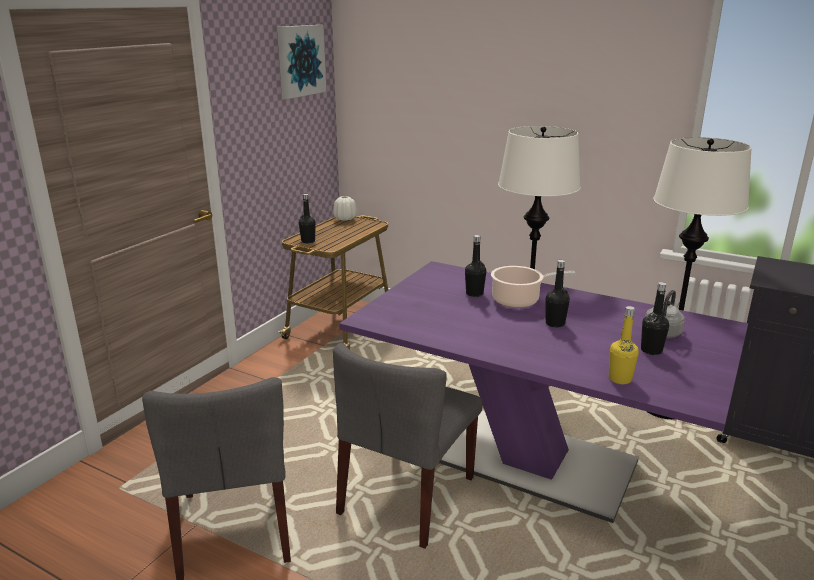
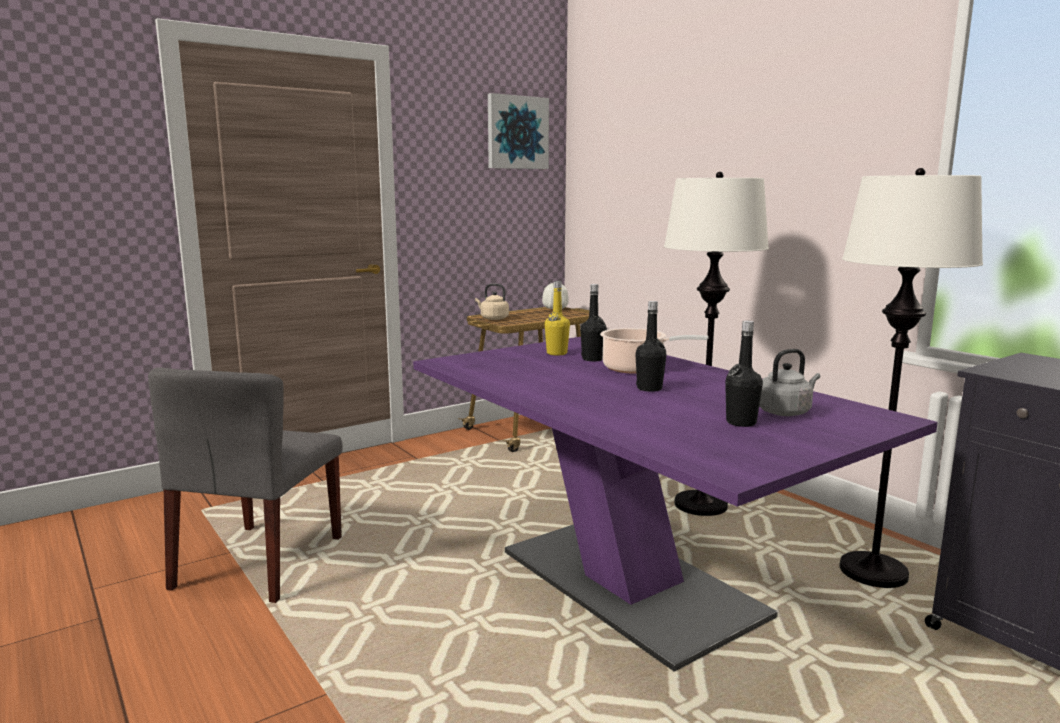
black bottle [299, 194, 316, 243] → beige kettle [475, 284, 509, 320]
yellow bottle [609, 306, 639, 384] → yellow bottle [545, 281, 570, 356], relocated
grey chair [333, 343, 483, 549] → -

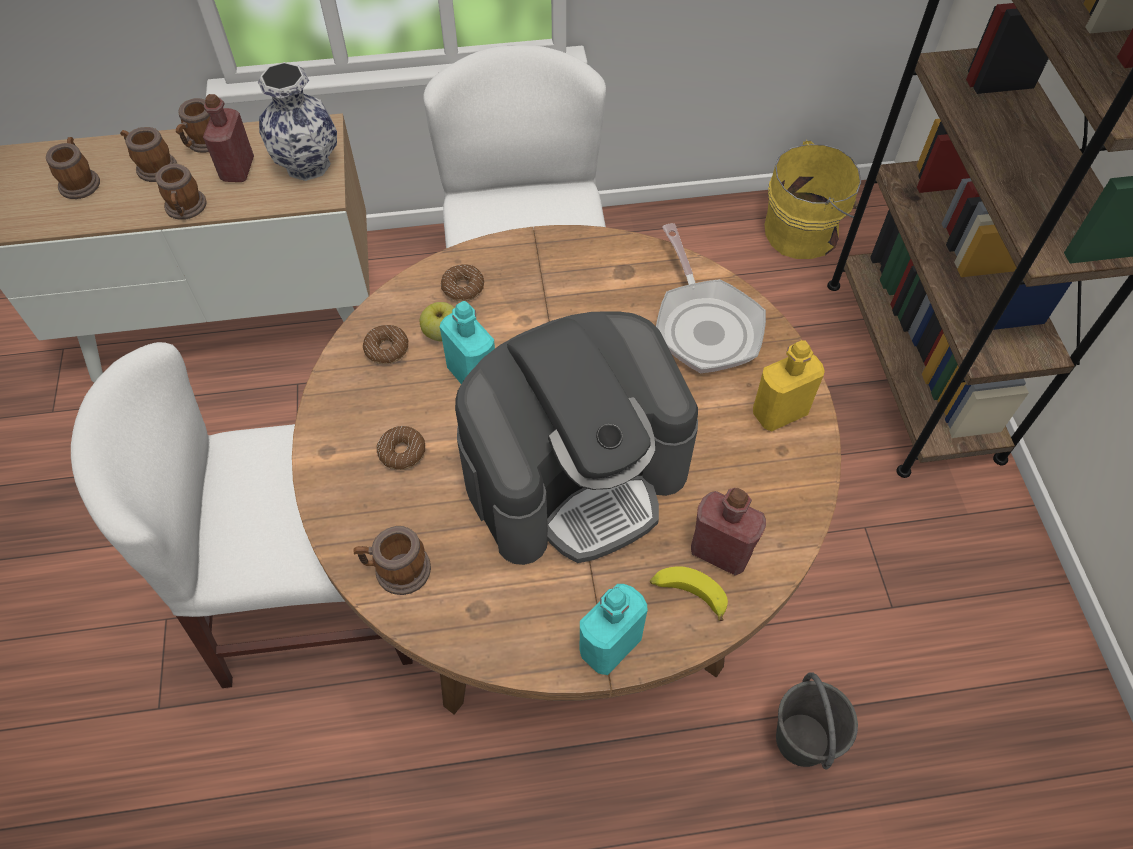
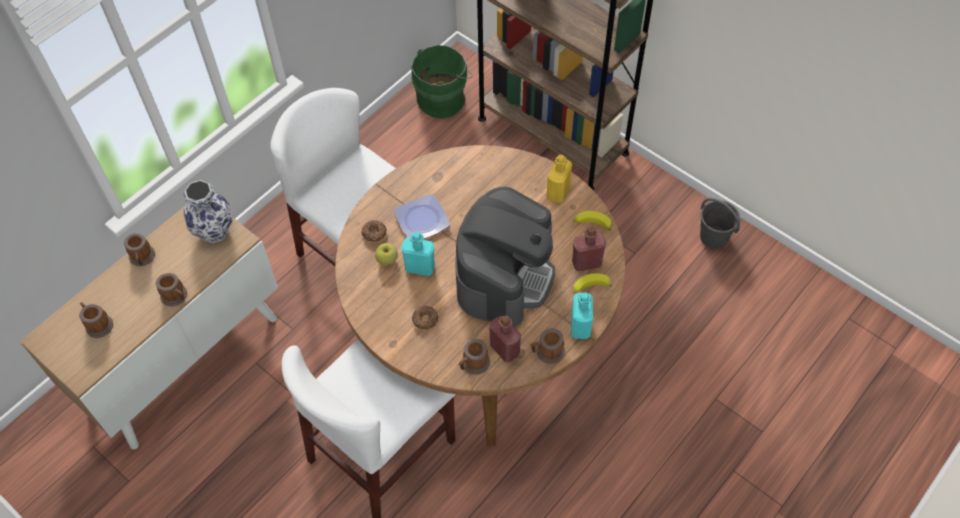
red bottle [203, 94, 254, 182] → red bottle [489, 316, 521, 362], relocated
mug [120, 127, 177, 182] → mug [530, 328, 565, 364], relocated
yellow bucket [764, 140, 861, 259] → green bucket [411, 45, 473, 119]
frying pan [656, 223, 766, 373] → -
donut [363, 325, 409, 364] → -
grey bucket [776, 673, 858, 769] → grey bucket [700, 198, 740, 249], relocated
- → plate [394, 194, 450, 239]
- → banana [574, 211, 611, 230]

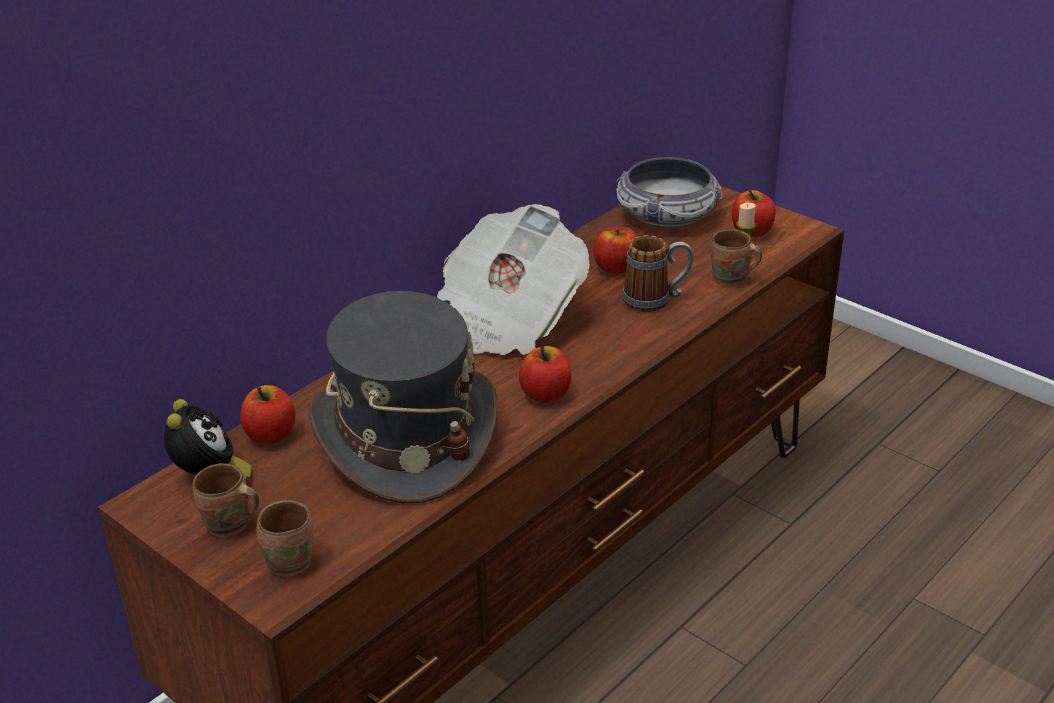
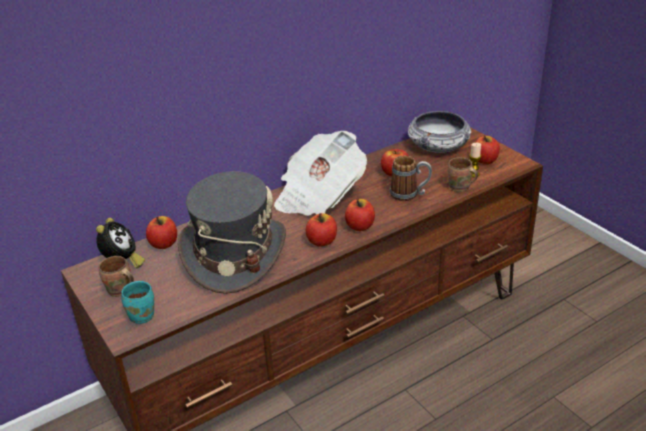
brown mug [256, 500, 314, 576] → turquoise mug [121, 281, 154, 324]
- → apple [345, 199, 375, 231]

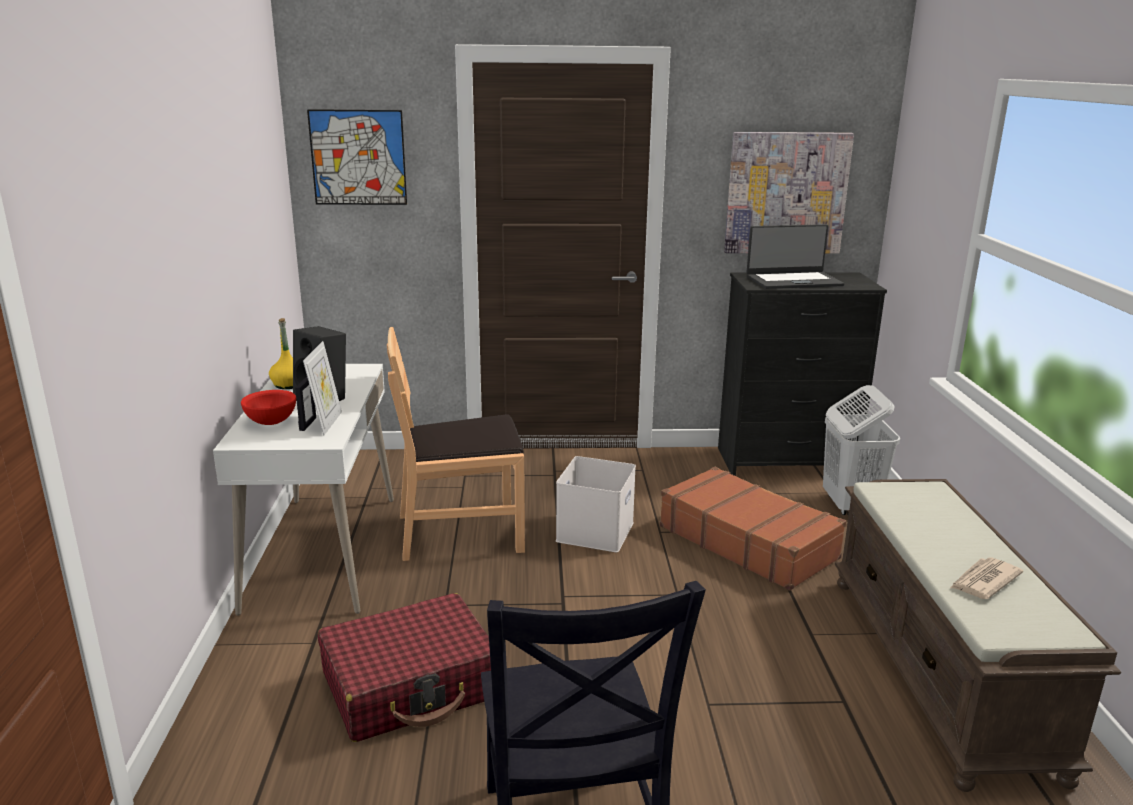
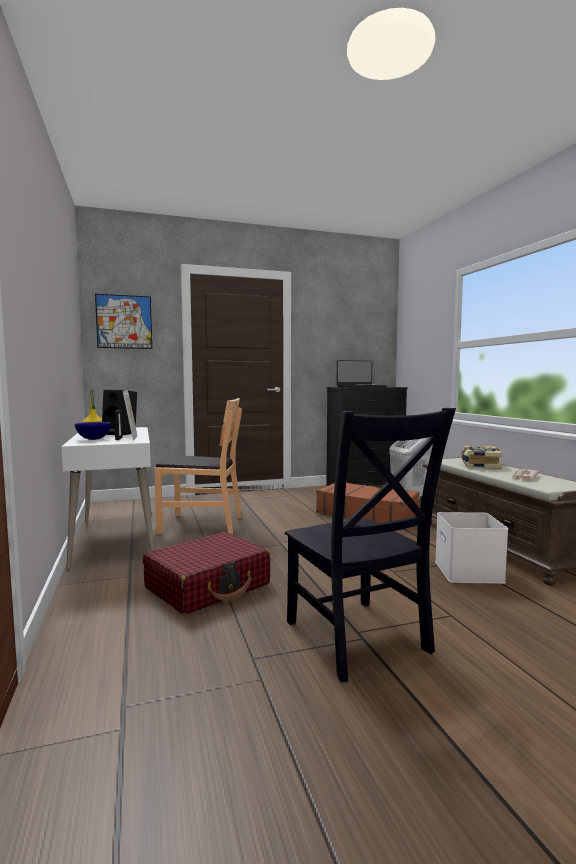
picture [724, 132, 854, 253] → -
brown chair [387, 327, 525, 561] → brown chair [154, 398, 242, 534], 150 degrees counterclockwise
red bowl [241, 390, 296, 425] → blue bowl [75, 422, 111, 440]
white storage box [556, 456, 636, 552] → white storage box [435, 512, 508, 584], relocated
- → book [461, 445, 502, 469]

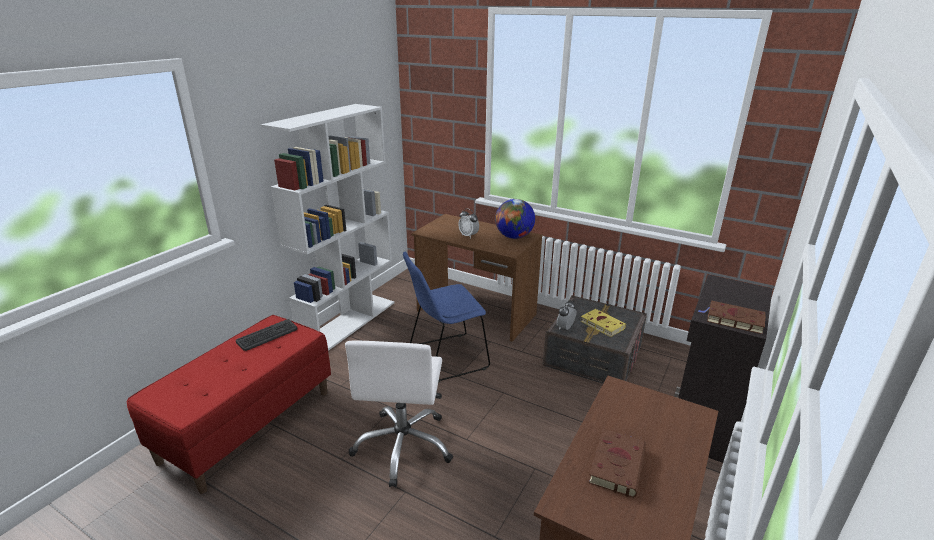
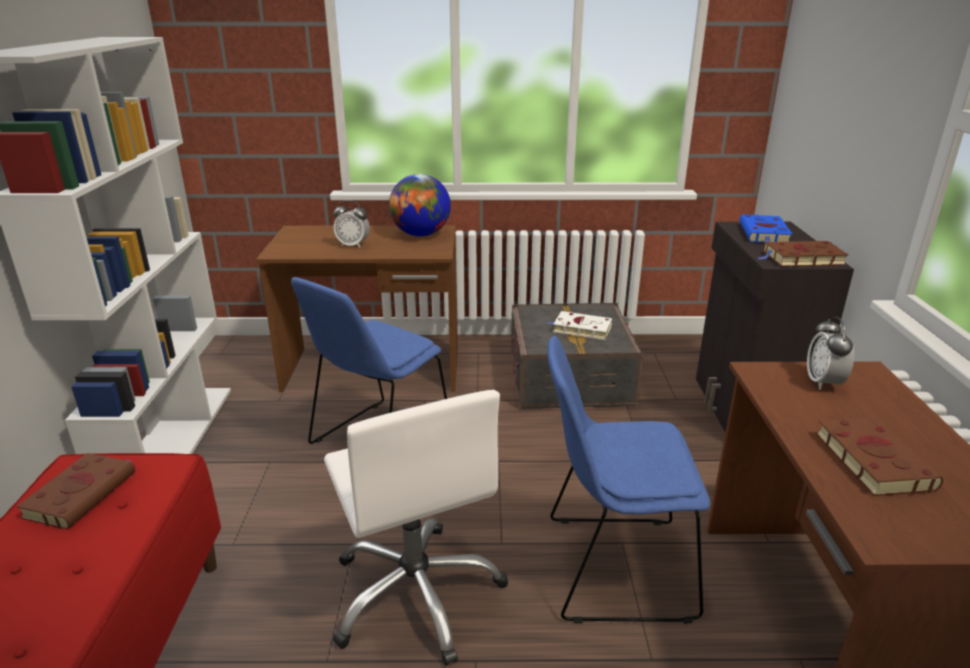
alarm clock [557, 300, 576, 330] → alarm clock [807, 316, 854, 390], relocated
yellow book [581, 309, 626, 337] → white book [547, 311, 612, 340]
keyboard [236, 319, 298, 351] → brown book [16, 453, 135, 529]
- → blue book [739, 214, 793, 243]
- → blue chair [547, 336, 710, 624]

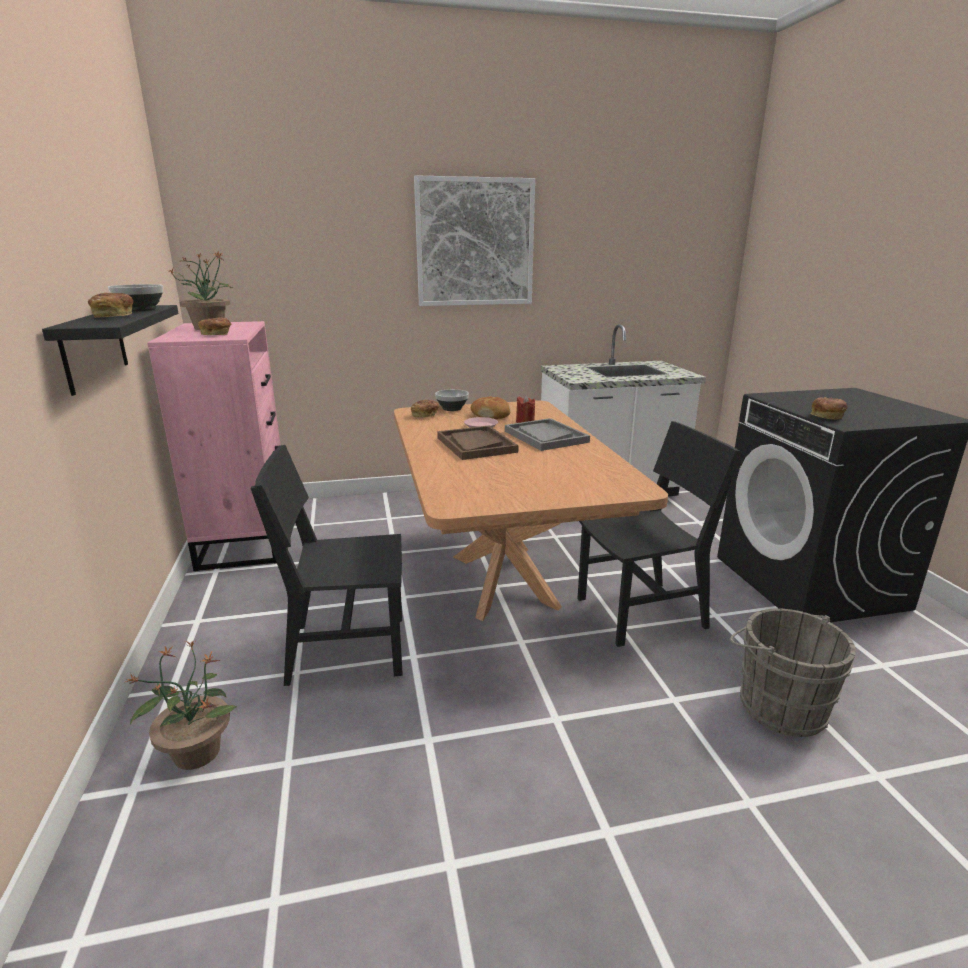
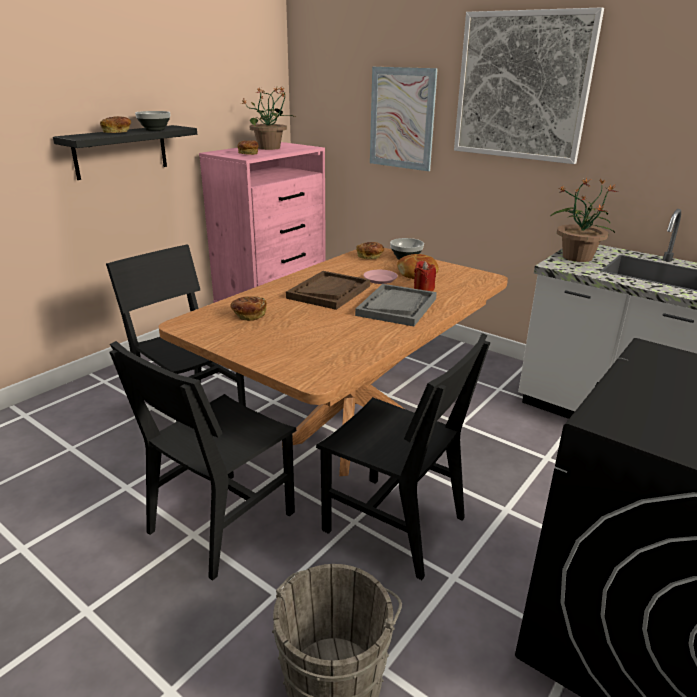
bread [811, 397, 847, 420] → bread [230, 296, 267, 321], relocated
potted plant [124, 641, 237, 770] → potted plant [550, 178, 618, 262], relocated
- → picture [370, 67, 438, 171]
- → black chair [110, 341, 297, 581]

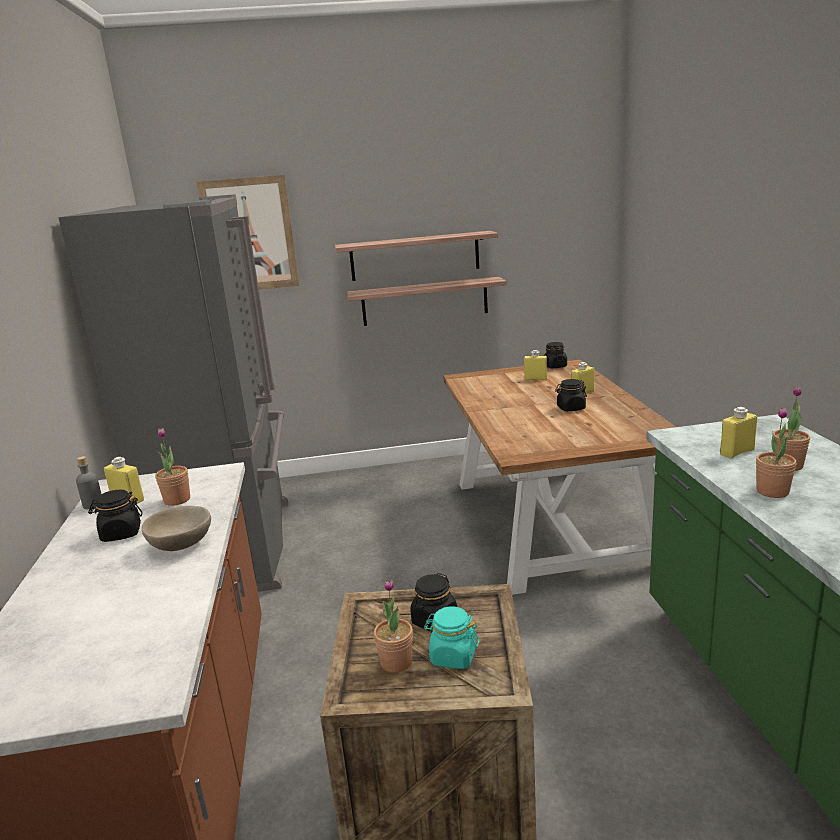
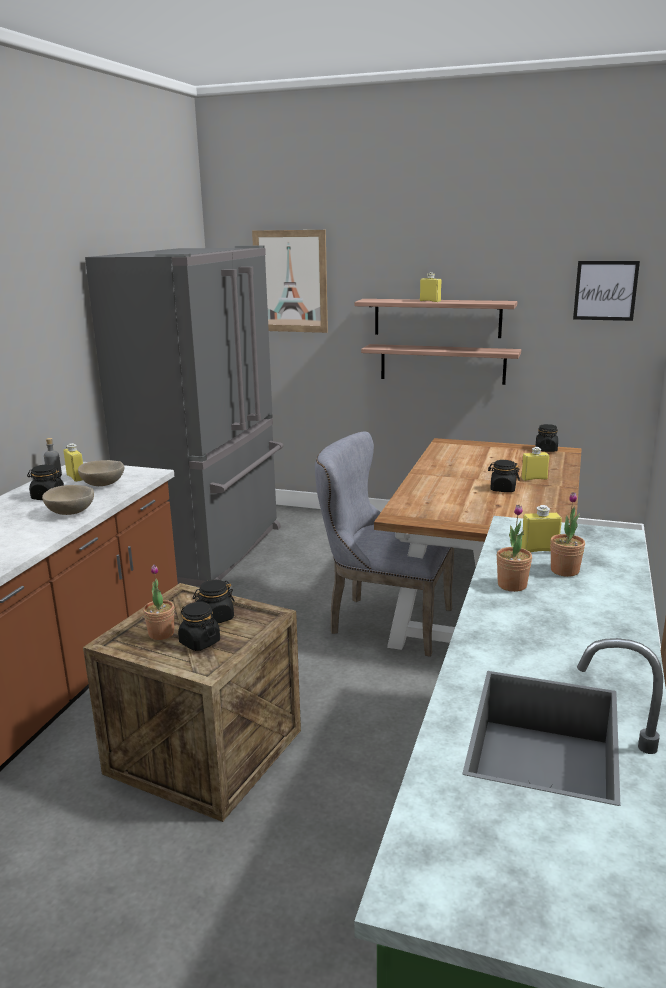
yellow bottle [524, 350, 547, 380] → yellow bottle [420, 273, 441, 302], relocated
potted plant [155, 428, 190, 506] → beige bowl [78, 460, 124, 486]
turquoise jar [424, 606, 479, 669] → black jar [178, 602, 220, 651]
- → picture [573, 261, 640, 321]
- → grey chair [315, 432, 454, 657]

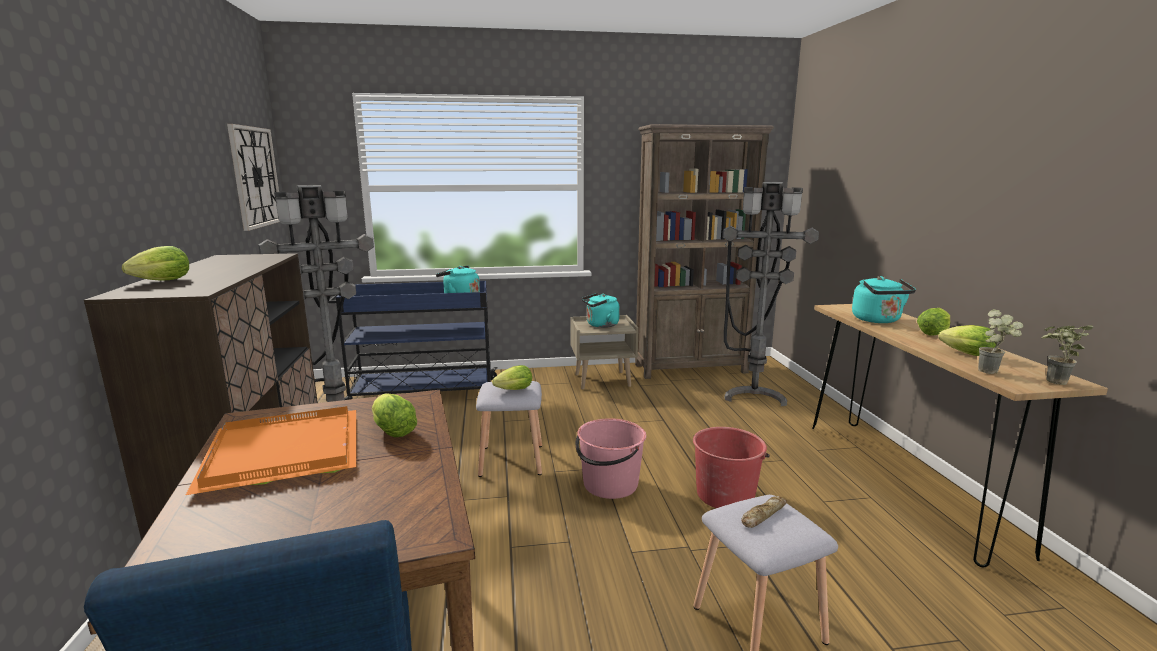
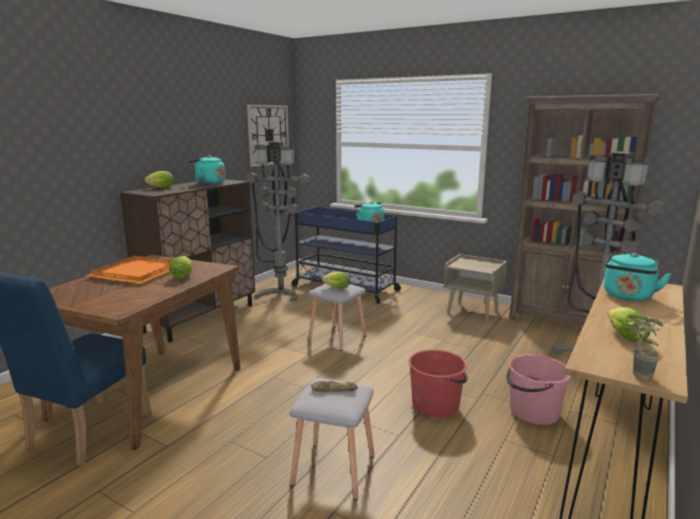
turquoise kettle [581, 293, 620, 328] → turquoise kettle [188, 155, 225, 185], relocated
lettuce [917, 308, 950, 336] → -
potted plant [978, 309, 1023, 374] → -
pink bucket [575, 418, 646, 499] → pink bucket [506, 354, 571, 425], relocated

